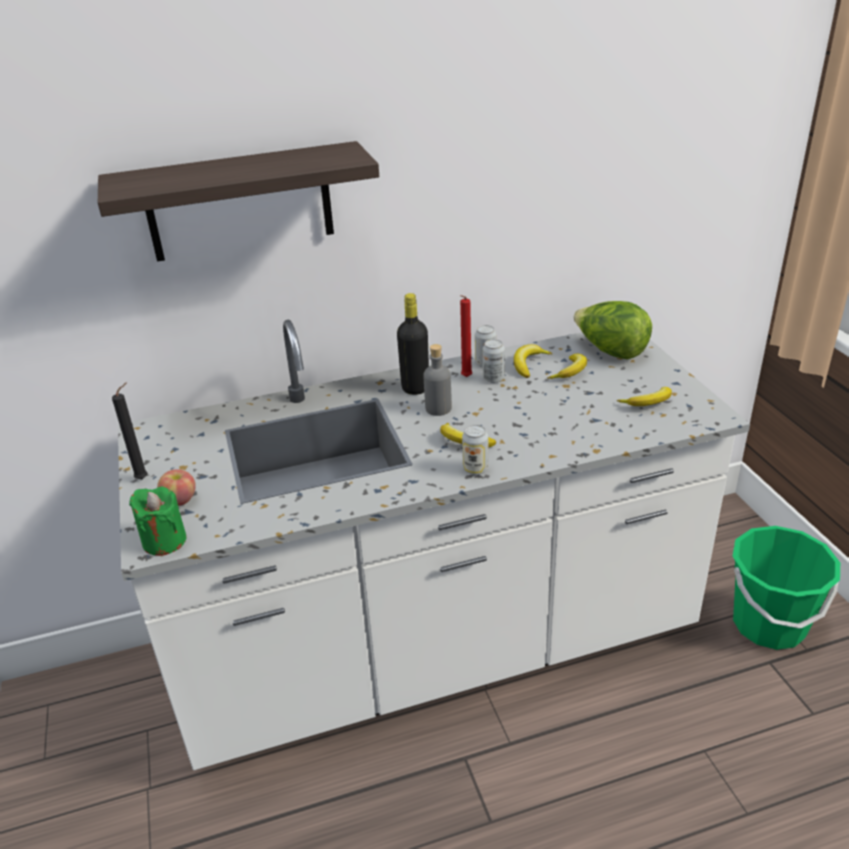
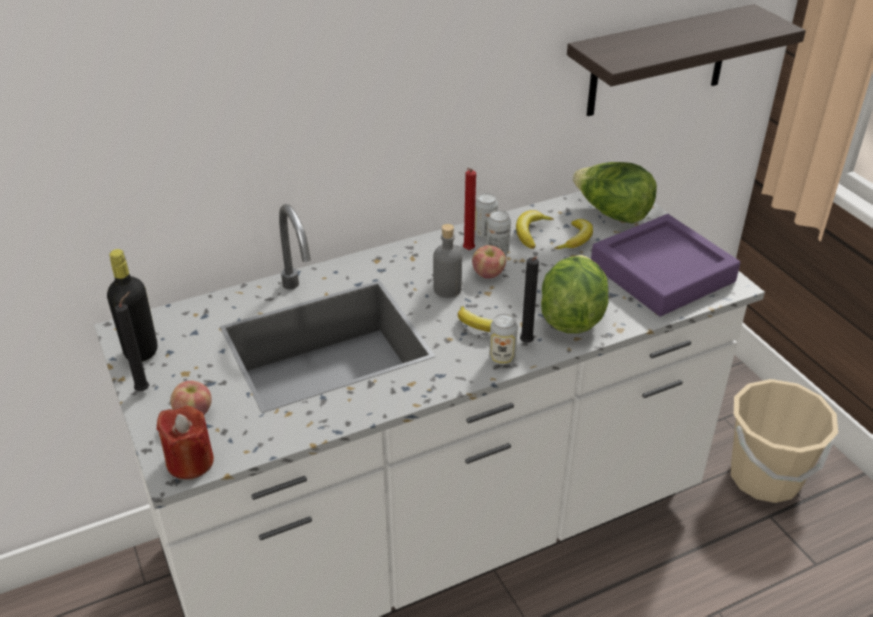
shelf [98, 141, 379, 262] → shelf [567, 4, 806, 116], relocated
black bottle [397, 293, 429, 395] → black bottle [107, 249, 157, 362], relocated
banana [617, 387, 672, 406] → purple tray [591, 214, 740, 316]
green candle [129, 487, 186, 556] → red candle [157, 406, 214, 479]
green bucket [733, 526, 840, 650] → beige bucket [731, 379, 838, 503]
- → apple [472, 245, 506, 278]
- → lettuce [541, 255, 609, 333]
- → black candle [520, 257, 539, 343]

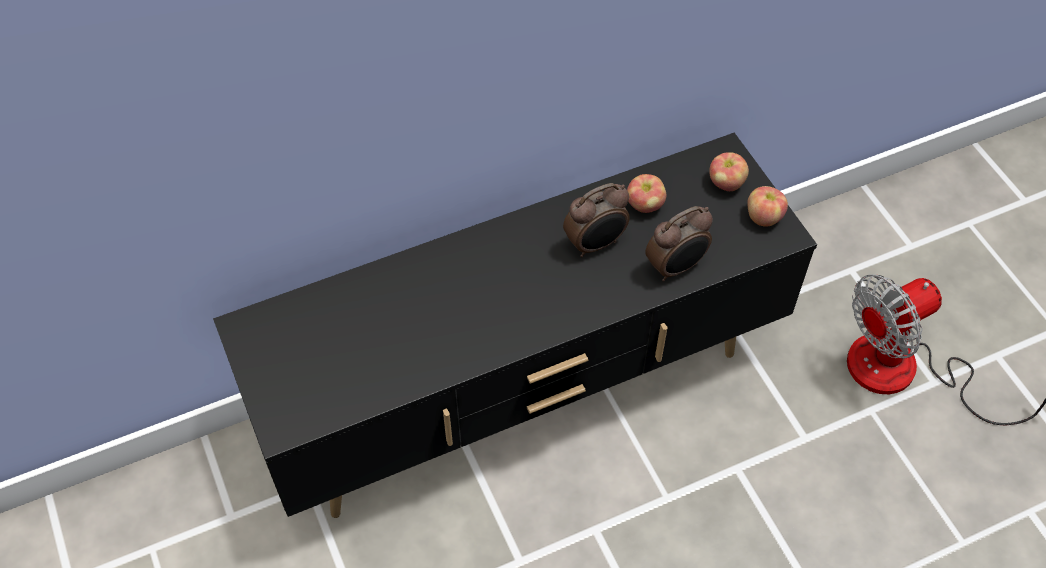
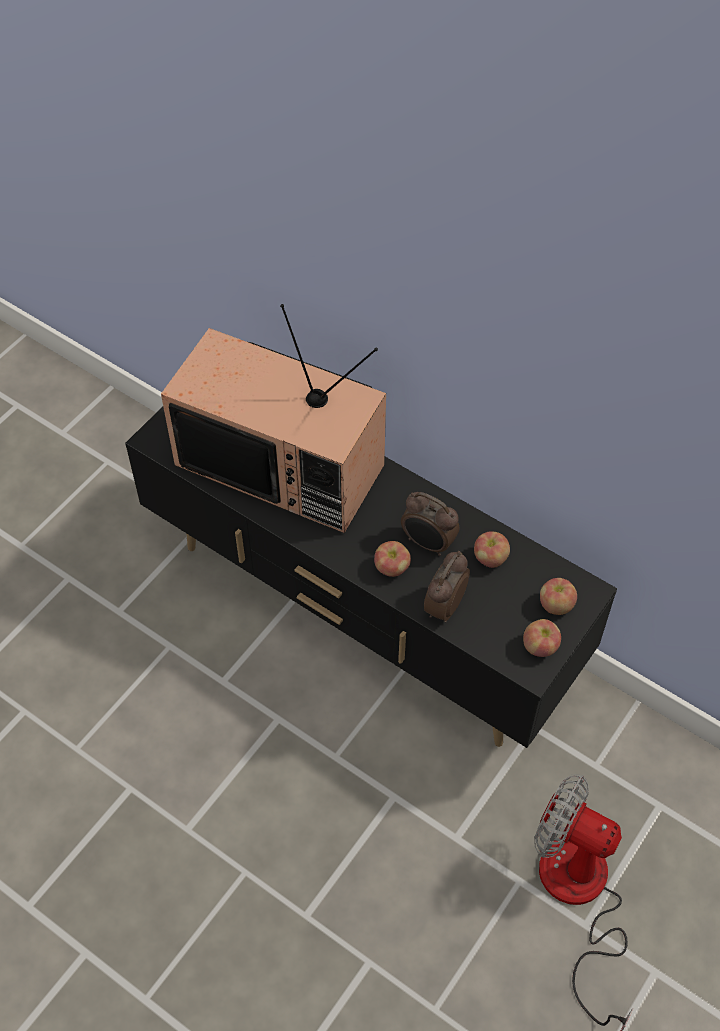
alarm clock [645, 206, 713, 282] → alarm clock [424, 551, 470, 622], 90 degrees clockwise
- → television [161, 304, 386, 533]
- → apple [374, 541, 411, 577]

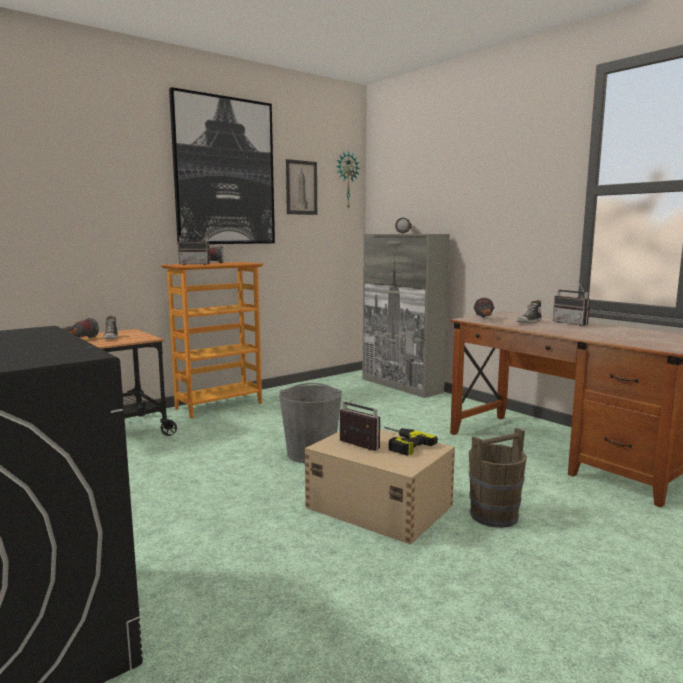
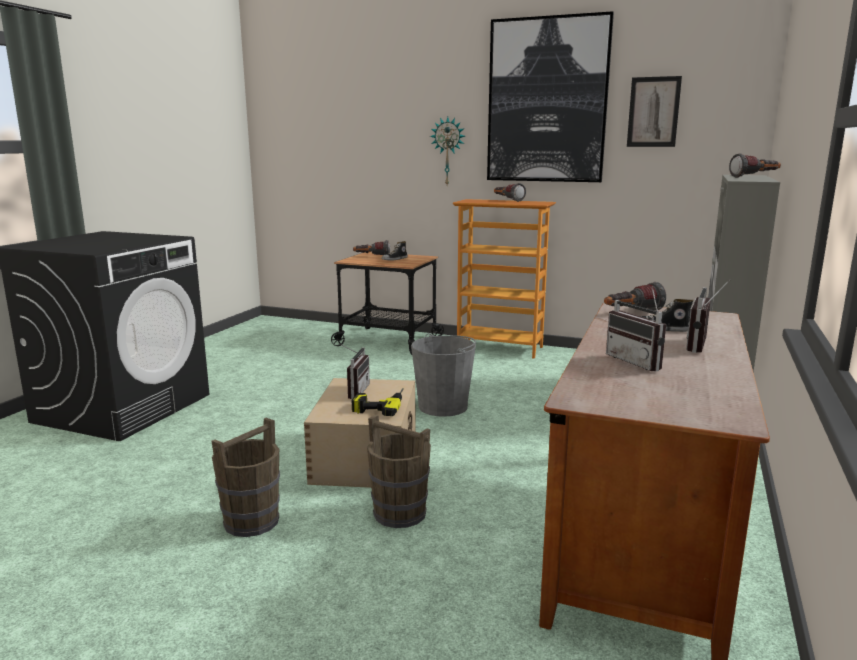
wall clock [336, 151, 360, 210] → wall clock [430, 117, 465, 185], relocated
radio [178, 230, 210, 265] → radio [606, 286, 666, 372], relocated
- → brown bucket [211, 418, 280, 537]

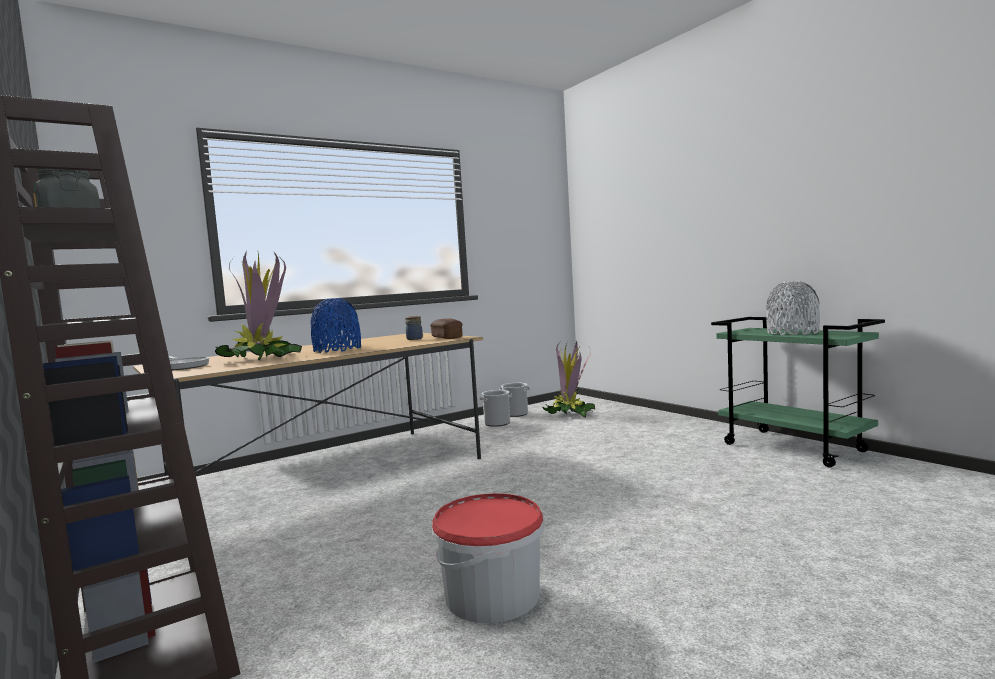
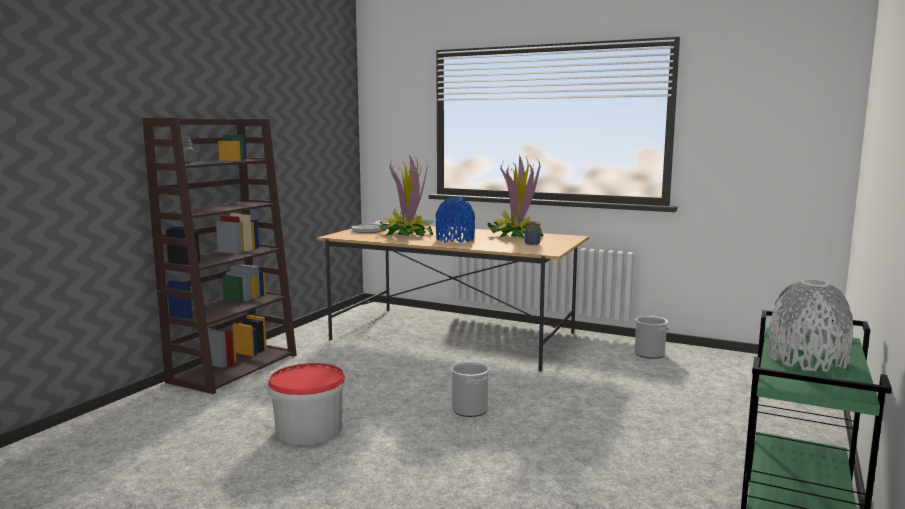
bread [430, 319, 463, 339] → -
potted plant [542, 341, 595, 418] → potted plant [488, 154, 544, 238], relocated
bucket [499, 383, 530, 417] → bucket [451, 362, 490, 417], relocated

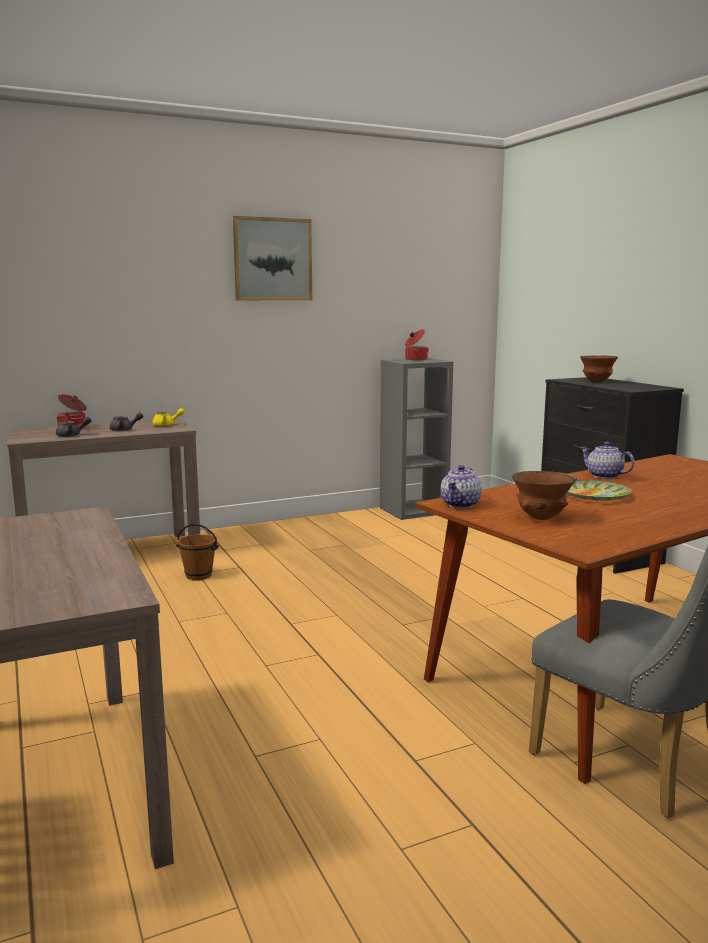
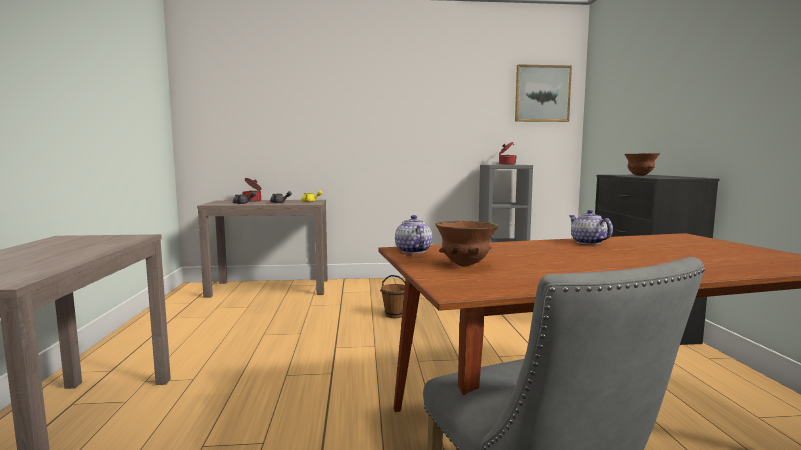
picture [233, 216, 312, 300] → picture [515, 64, 572, 122], relocated
teapot [440, 465, 482, 508] → teapot [395, 215, 432, 254], 120 degrees clockwise
plate [566, 480, 632, 501] → -
brown bucket [176, 524, 219, 580] → brown bucket [380, 275, 405, 318], relocated

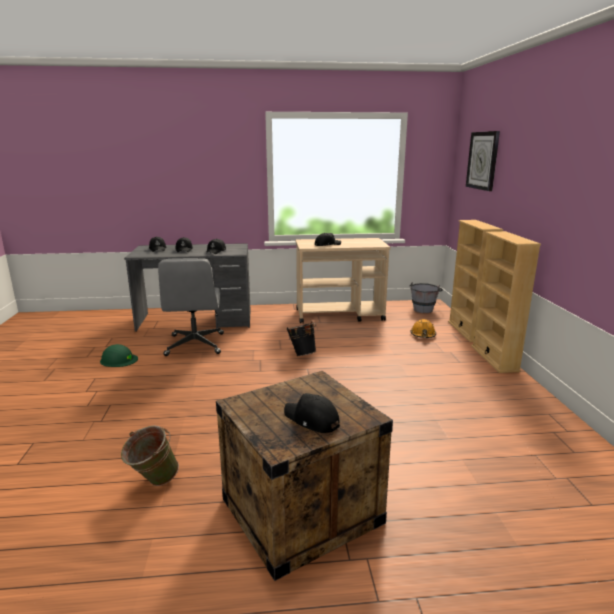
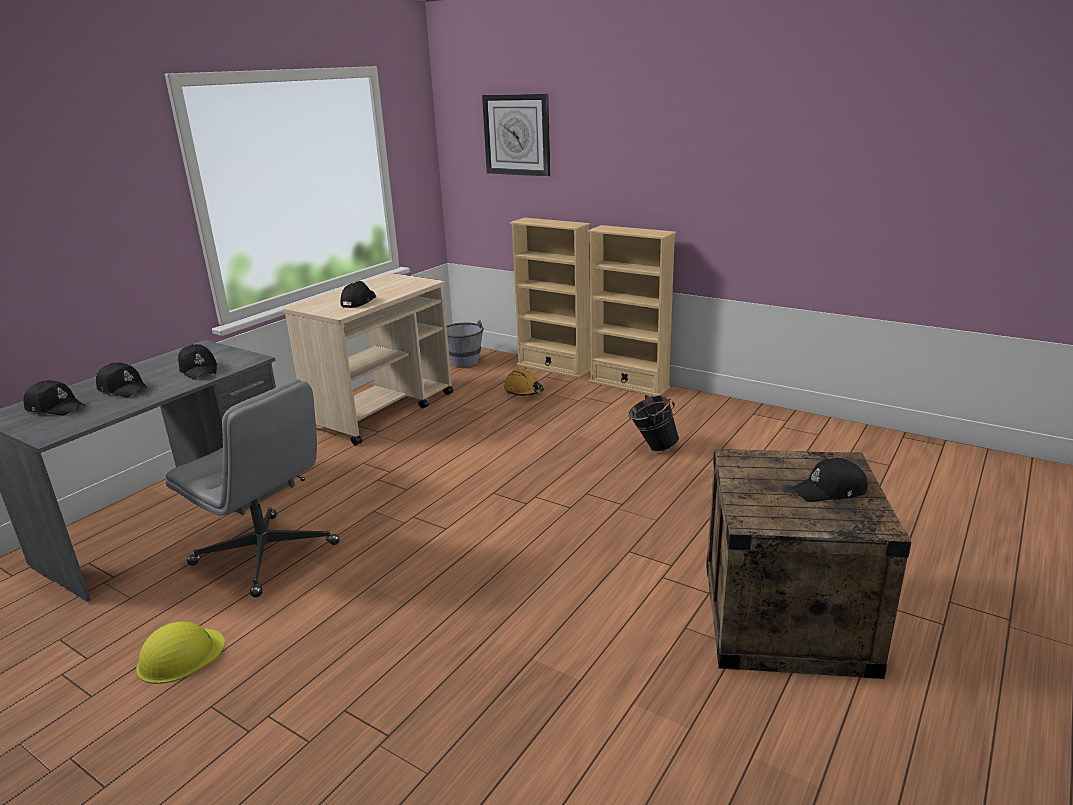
black bucket [286, 321, 316, 356] → black bucket [628, 395, 679, 452], relocated
green hard hat [100, 344, 138, 367] → yellow hard hat [136, 622, 225, 684]
green bucket [121, 426, 179, 486] → -

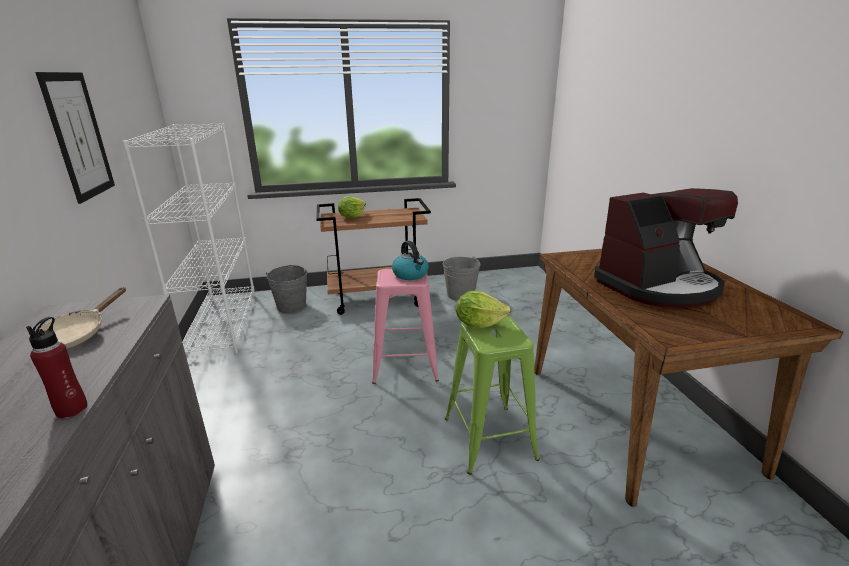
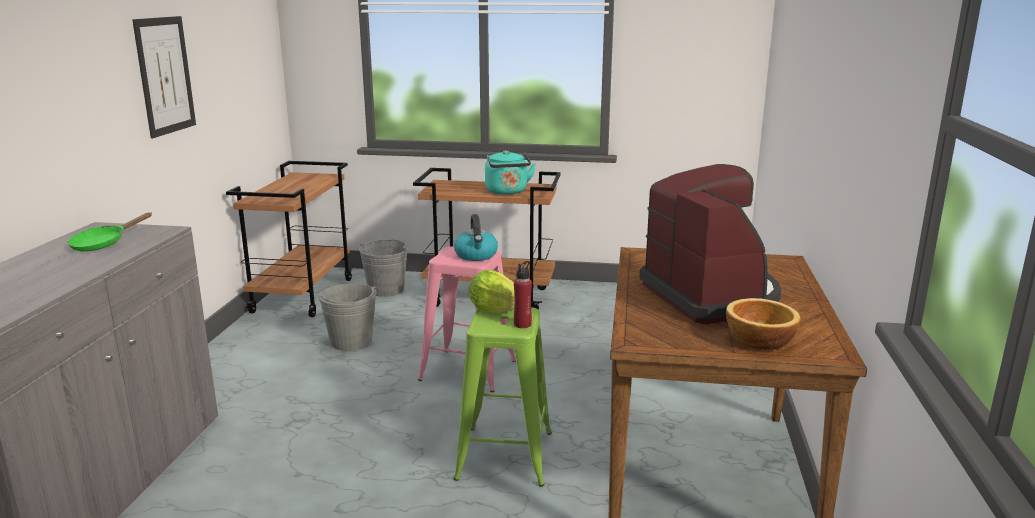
white bookcase [122, 123, 255, 354] → brown cart [226, 161, 352, 317]
coffee machine [594, 188, 738, 308] → coffee machine [639, 164, 781, 324], 105 degrees counterclockwise
lettuce [338, 196, 366, 218] → -
grey bucket [443, 256, 480, 301] → grey bucket [318, 284, 376, 351], relocated
beige frying pan [39, 287, 126, 349] → green frying pan [68, 213, 152, 252]
red bottle [26, 317, 88, 418] → red bottle [514, 261, 532, 328], relocated
- → turquoise kettle [485, 150, 536, 195]
- → bowl [726, 298, 800, 350]

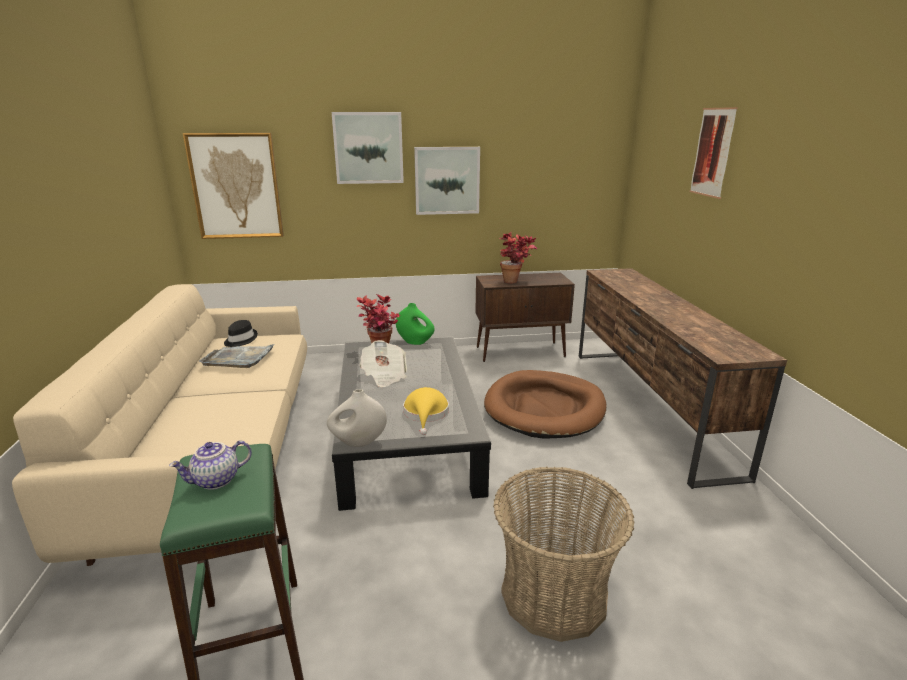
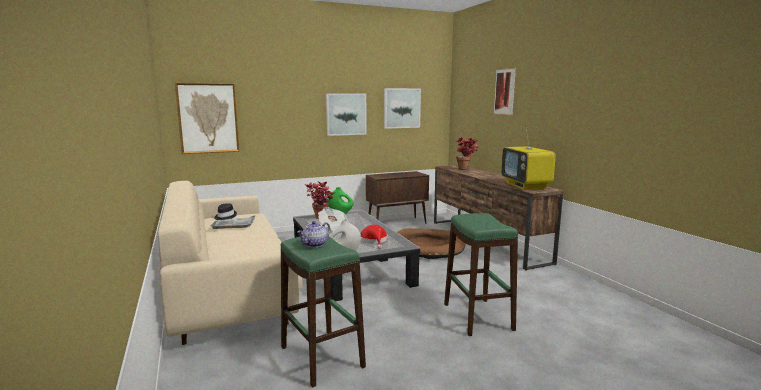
picture [332, 112, 404, 184] → picture [384, 88, 421, 129], relocated
potted plant [499, 232, 537, 283] → potted plant [454, 137, 478, 170], relocated
yellow hat [403, 387, 449, 435] → red hat [361, 225, 388, 249]
basket [493, 466, 634, 642] → green stool [444, 213, 518, 336]
- → television [501, 127, 556, 190]

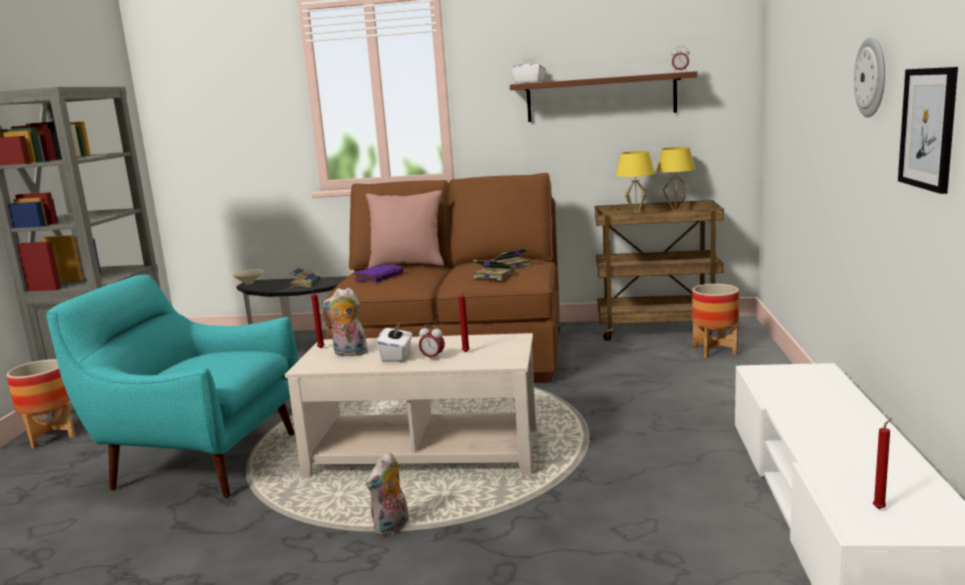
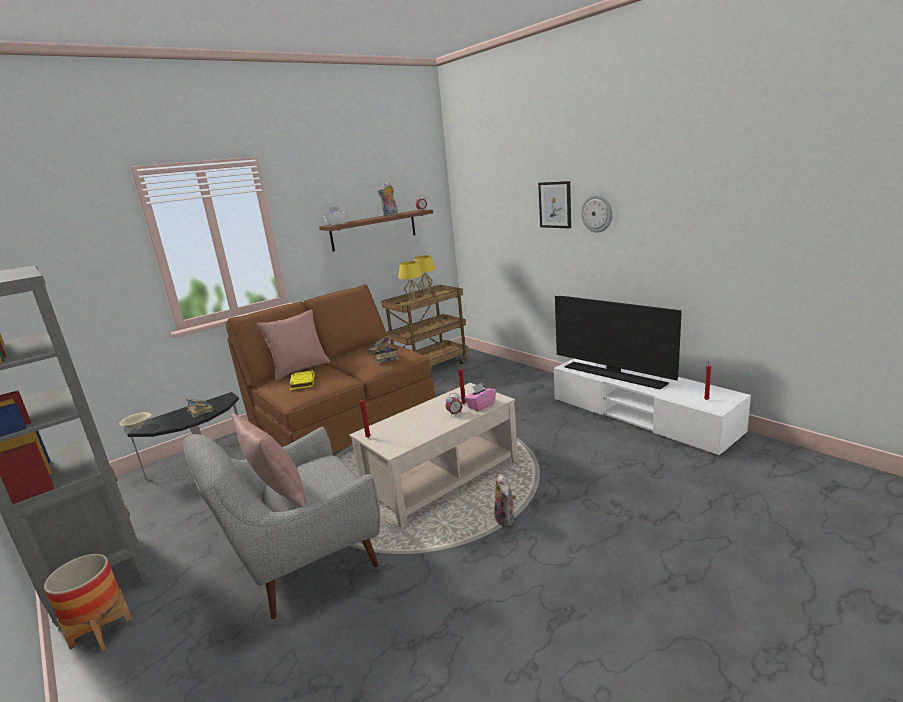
picture [898, 67, 958, 194] → picture [538, 181, 571, 228], relocated
purple book [354, 264, 403, 282] → yellow book [289, 370, 315, 390]
turquoise armchair [46, 274, 297, 498] → grey armchair [183, 427, 380, 619]
planter [692, 284, 739, 358] → -
plush toy [323, 288, 372, 356] → plush toy [378, 182, 398, 217], relocated
white tissue box [377, 321, 412, 362] → -
- → television [555, 296, 682, 389]
- → pink tissue box [464, 383, 496, 411]
- → pink pillow [231, 413, 306, 507]

